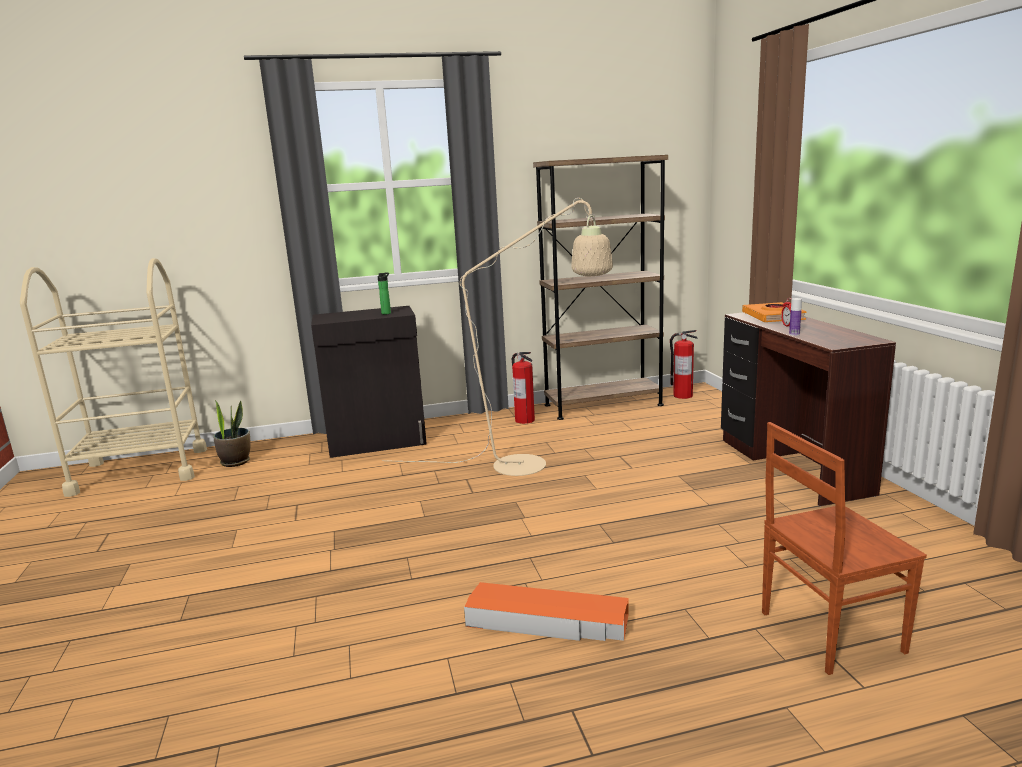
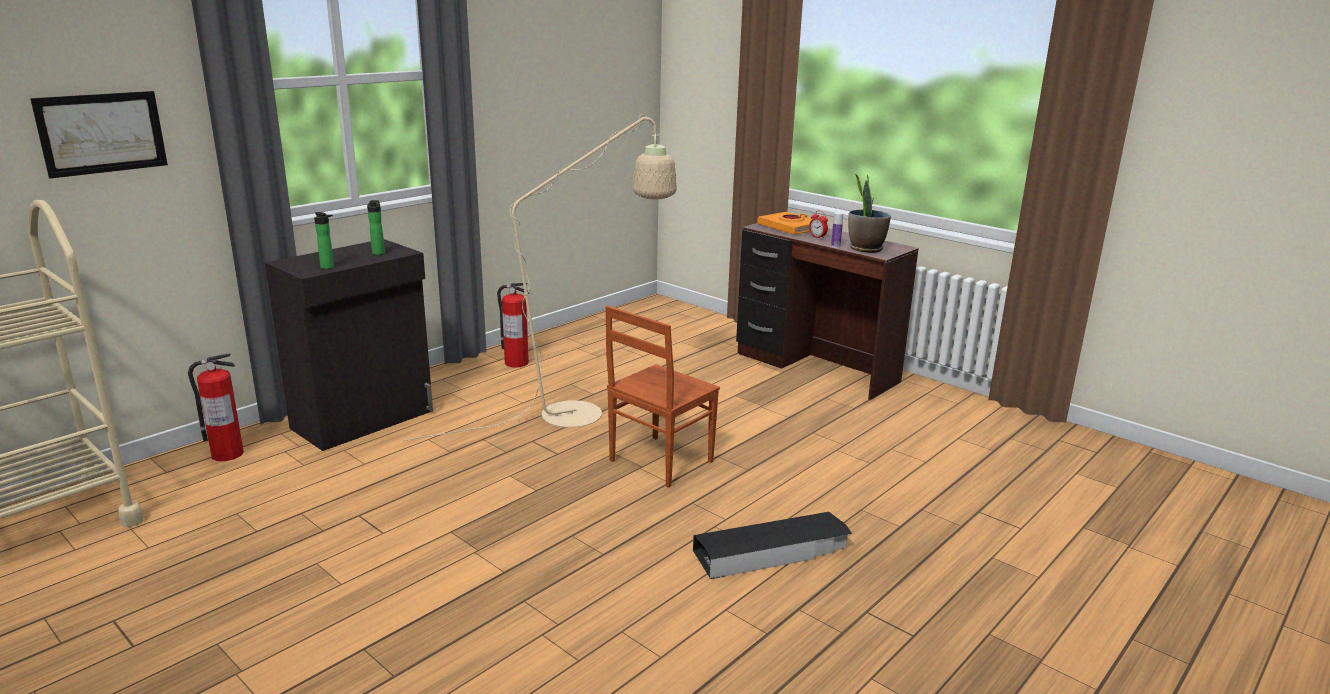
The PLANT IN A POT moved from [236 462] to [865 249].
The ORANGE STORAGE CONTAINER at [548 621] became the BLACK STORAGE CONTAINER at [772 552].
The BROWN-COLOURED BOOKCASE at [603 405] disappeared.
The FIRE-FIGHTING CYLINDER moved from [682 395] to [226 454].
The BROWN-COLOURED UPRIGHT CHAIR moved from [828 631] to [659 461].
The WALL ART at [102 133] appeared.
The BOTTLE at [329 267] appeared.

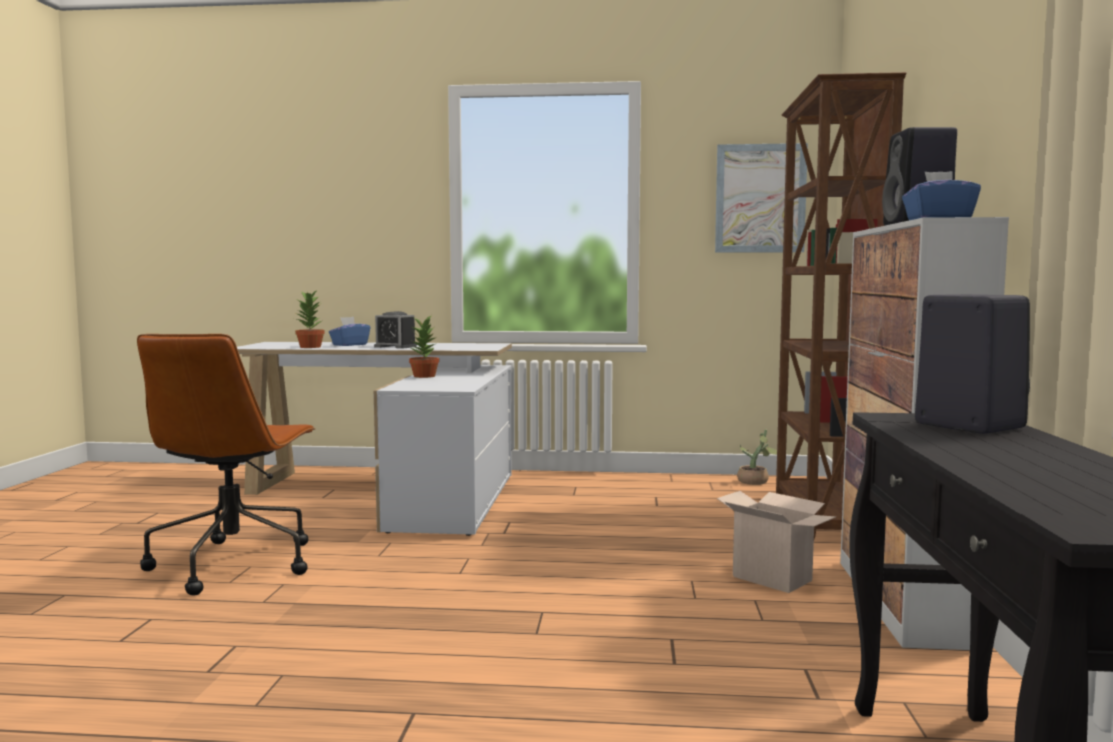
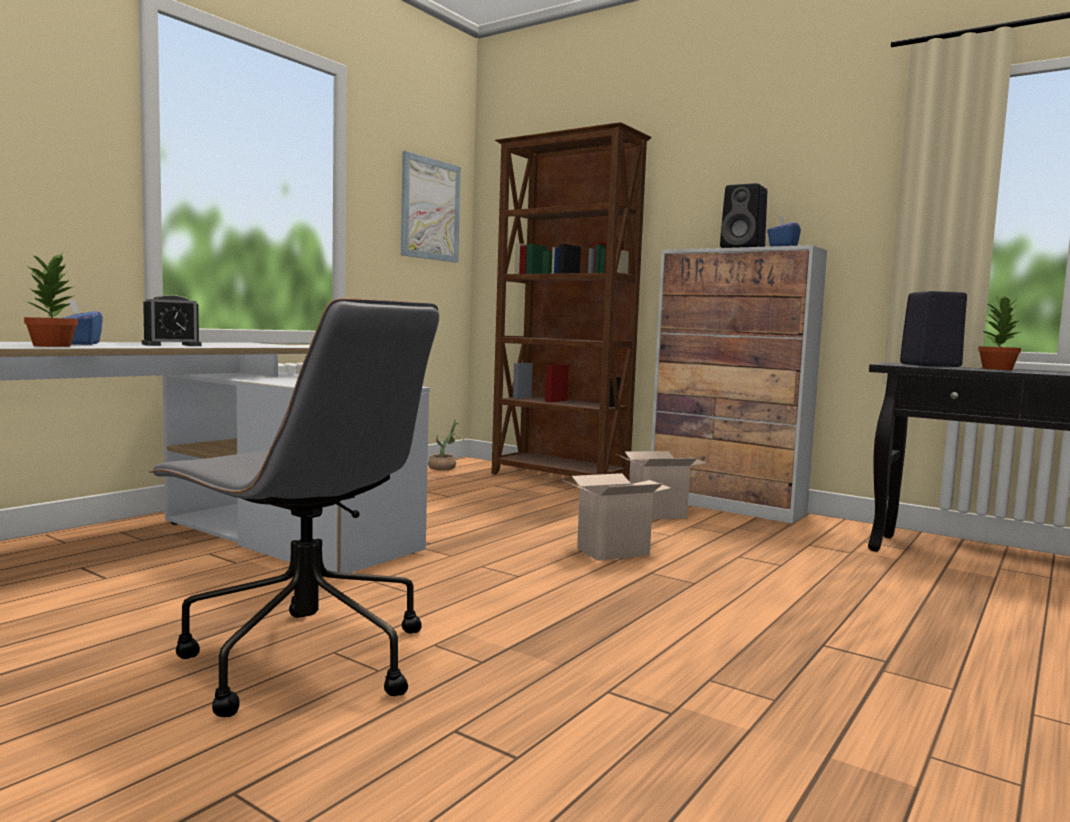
The BROWN-COLOURED COMPUTER CHAIR at [233 563] became the GREY COMPUTER CHAIR at [303 659].
The PLANT IN A POT moved from [425 376] to [997 369].
The PACKING BOX at [614 551] appeared.

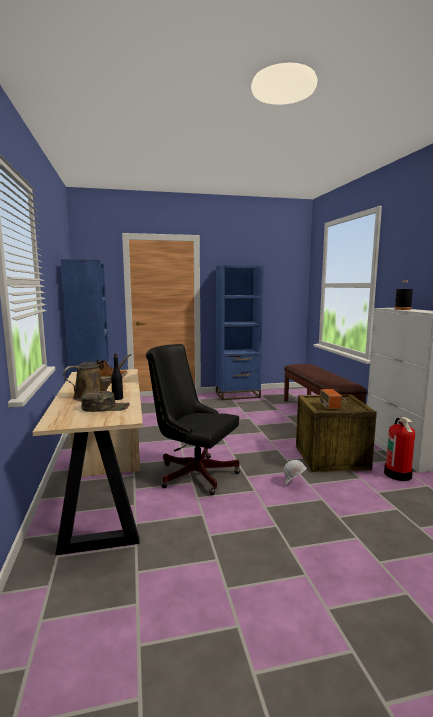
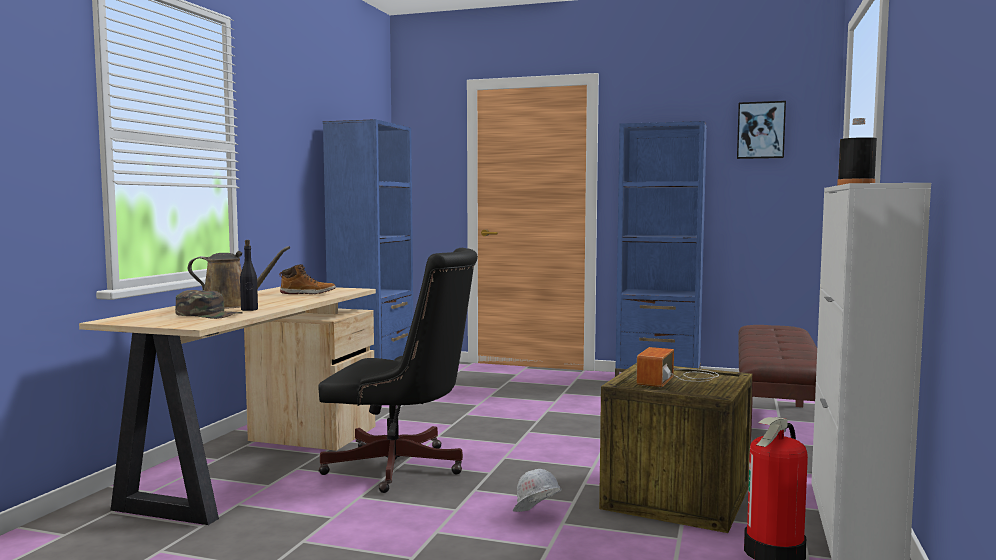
The BLACK COMPUTER CHAIR at [193 473] turned 135 degrees clockwise.
The WALL ART at [760 130] appeared.

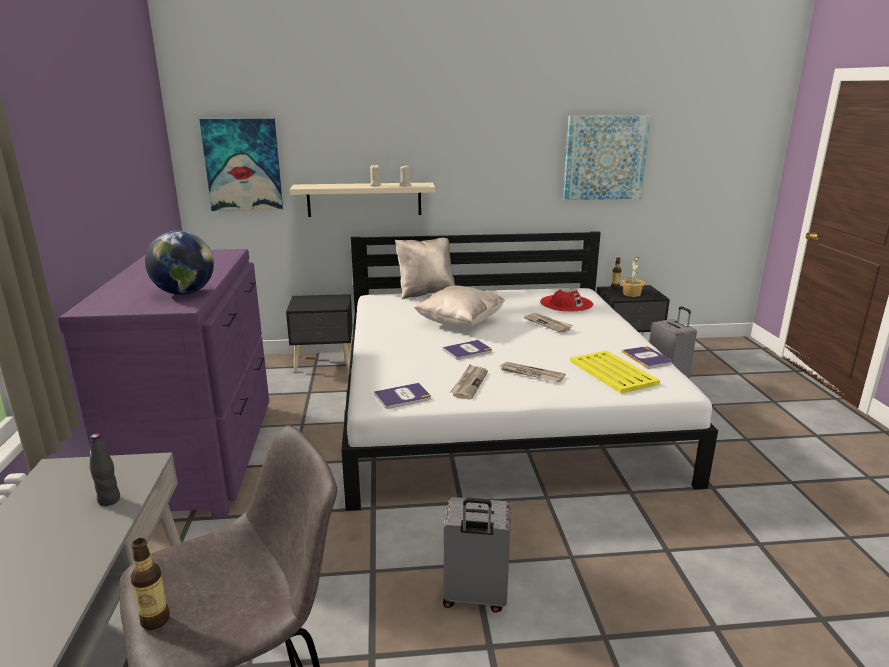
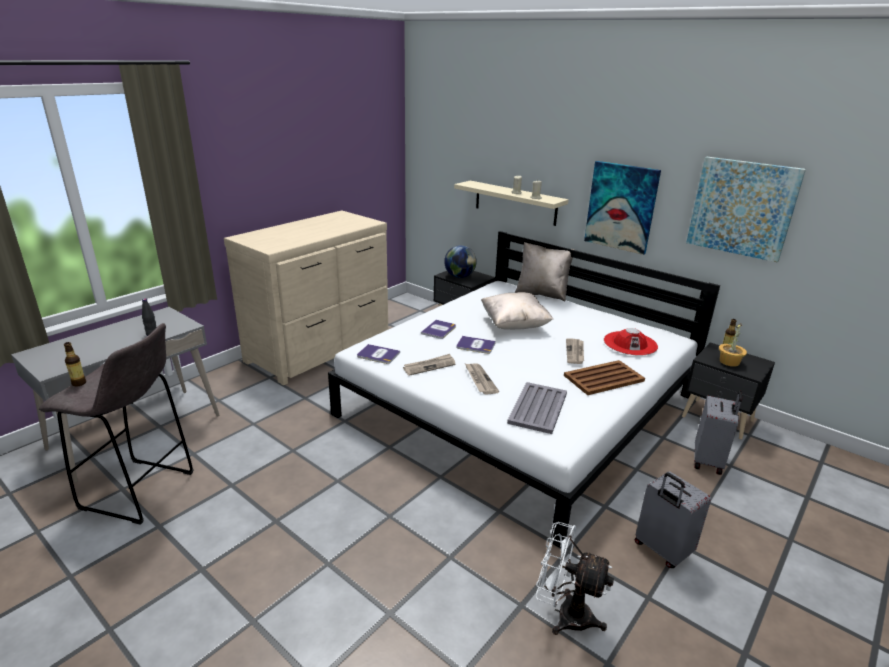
The PURPLE DRAWER CHEST at [203 455] became the SAND-COLOURED DRAWER CHEST at [321 349].
The GLOBE moved from [184 293] to [459 276].
The WALL ART moved from [243 165] to [621 207].
The GREY PIECE OF LUGGAGE moved from [475 597] to [661 550].
The YELLOW-COLOURED CARRYING TRAY at [612 372] became the GREY CARRYING TRAY at [538 407].
The BOUND BOOK moved from [647 358] to [439 330].
The WHITE-COLOURED ELECTRIC FAN at [565 614] appeared.
The BROWN-COLOURED CARRYING TRAY at [603 378] appeared.

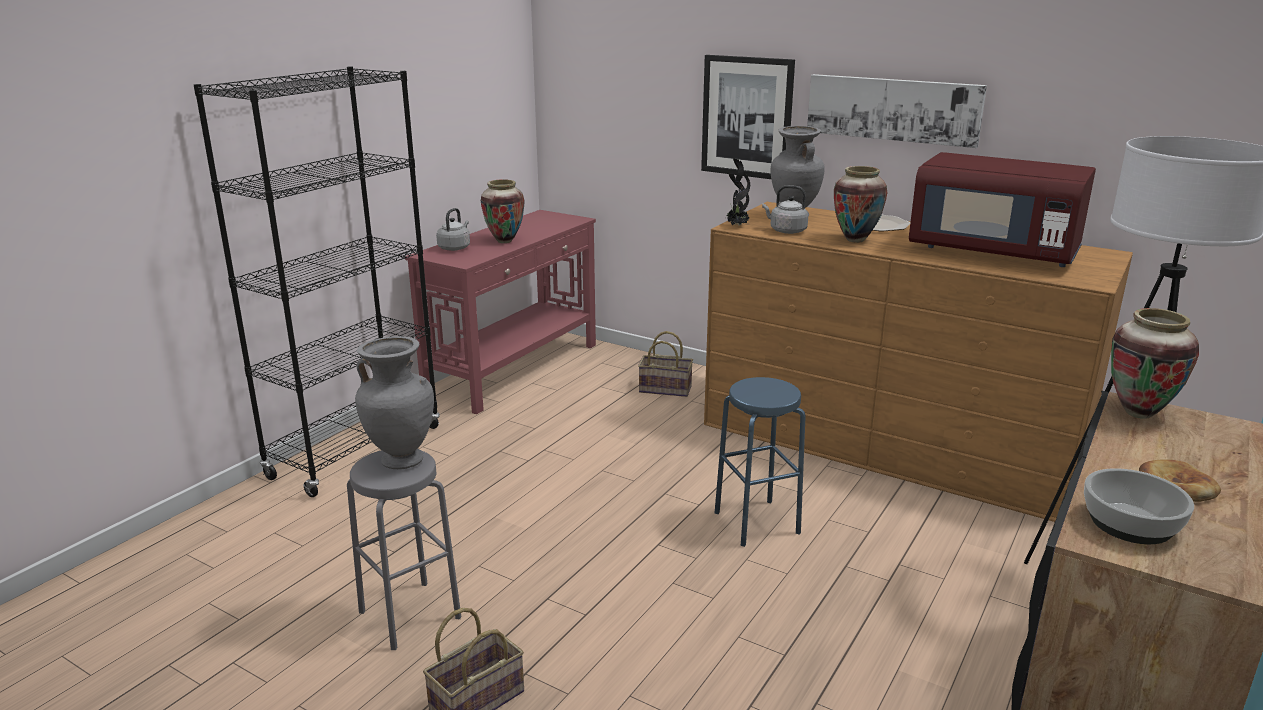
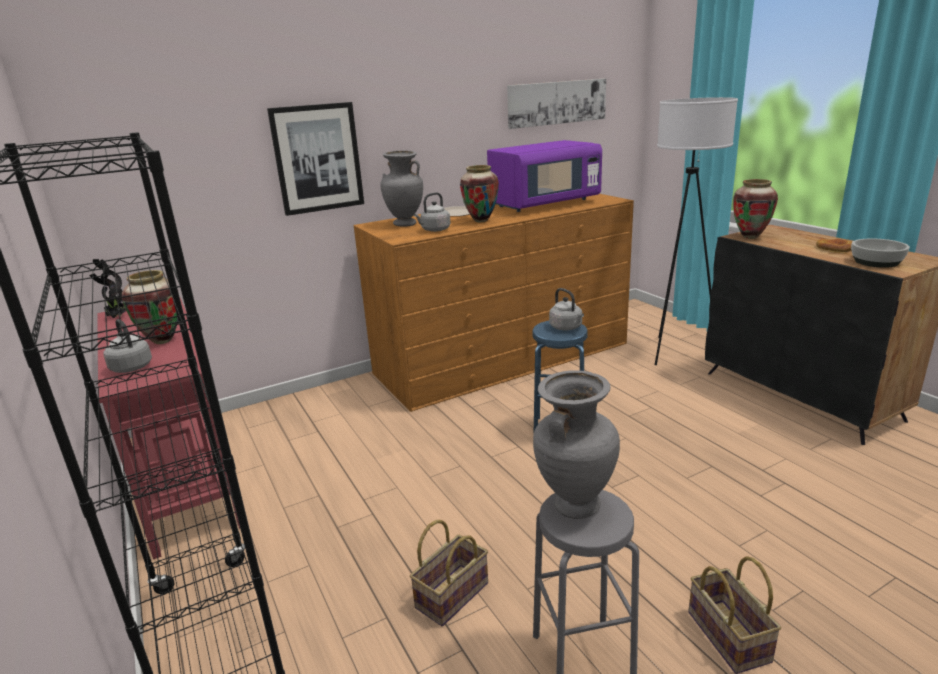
The BASKET moved from [666 389] to [452 593].
The PLANT IN A POT moved from [736 226] to [117 317].
The WALL ART moved from [893 109] to [556 102].
The RED-COLOURED MICROWAVE OVEN at [993 252] became the PURPLE MICROWAVE OVEN at [544 204].
The GREY TEA KETTLE at [567 327] appeared.

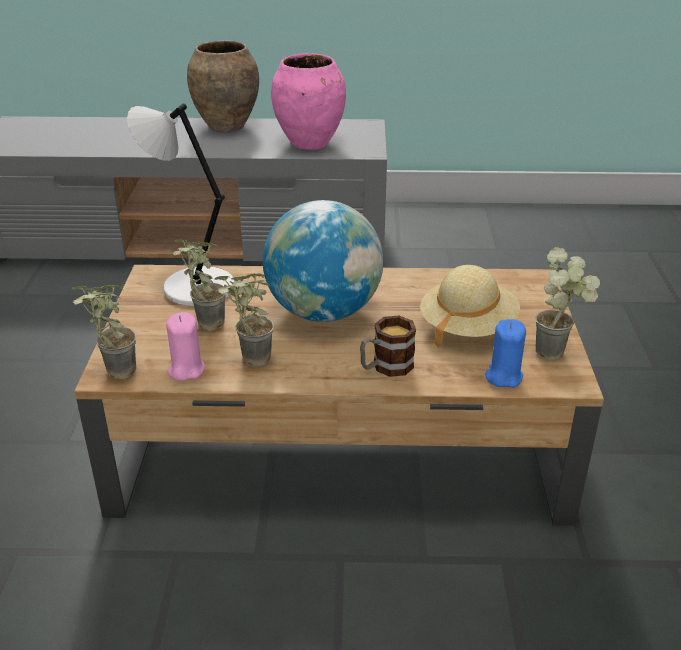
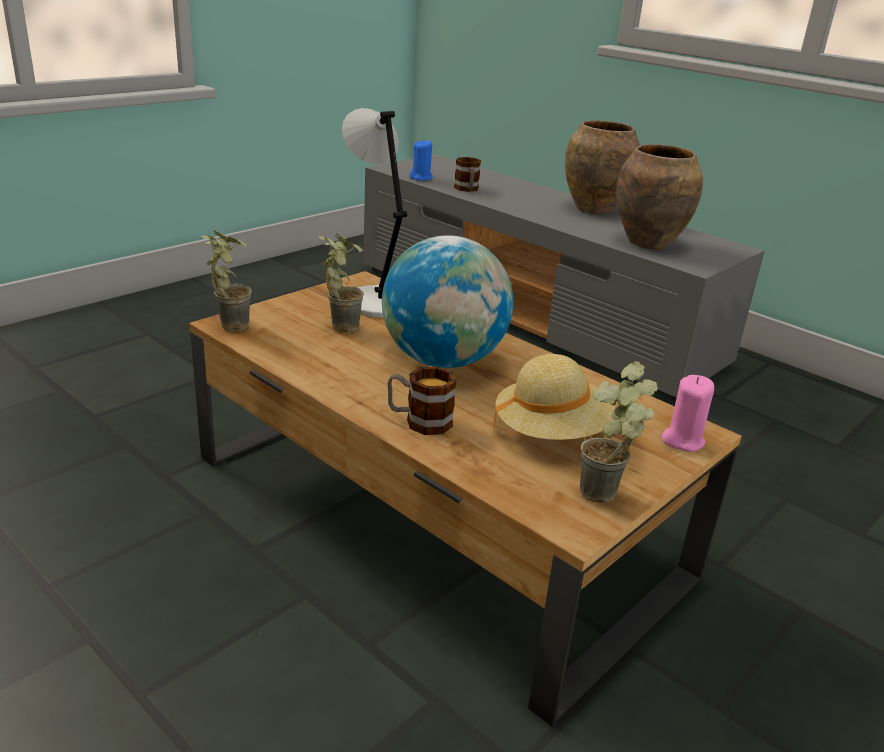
The PINK WAX CANDLE moved from [186 370] to [682 440].
The PLANT IN A POT at [248 361] disappeared.
The PINK VASE at [310 143] became the BROWN-COLOURED VASE at [649 243].
The BLUISH WAX CANDLE moved from [503 377] to [421 178].
The COFFEE MUG at [467 189] appeared.

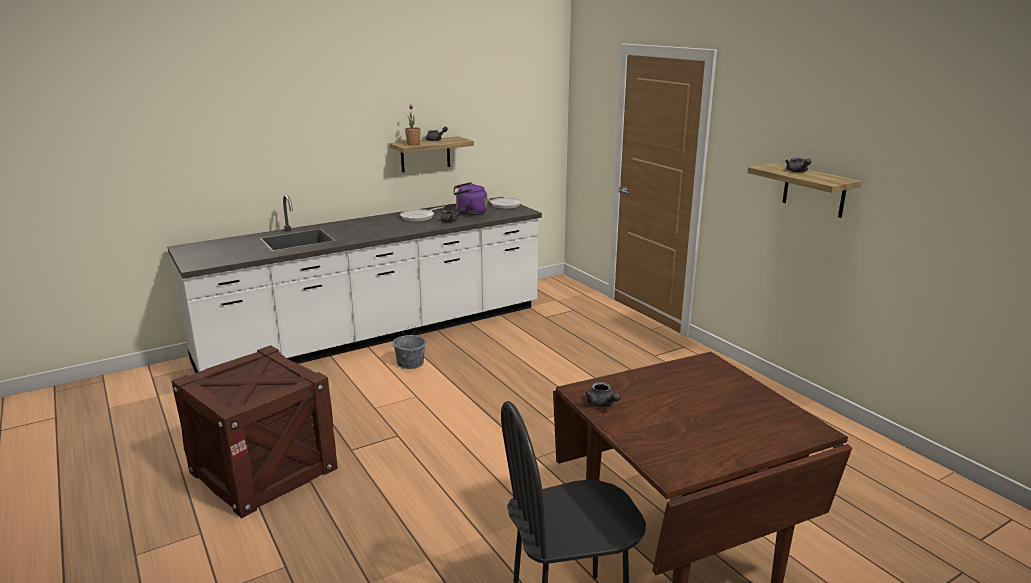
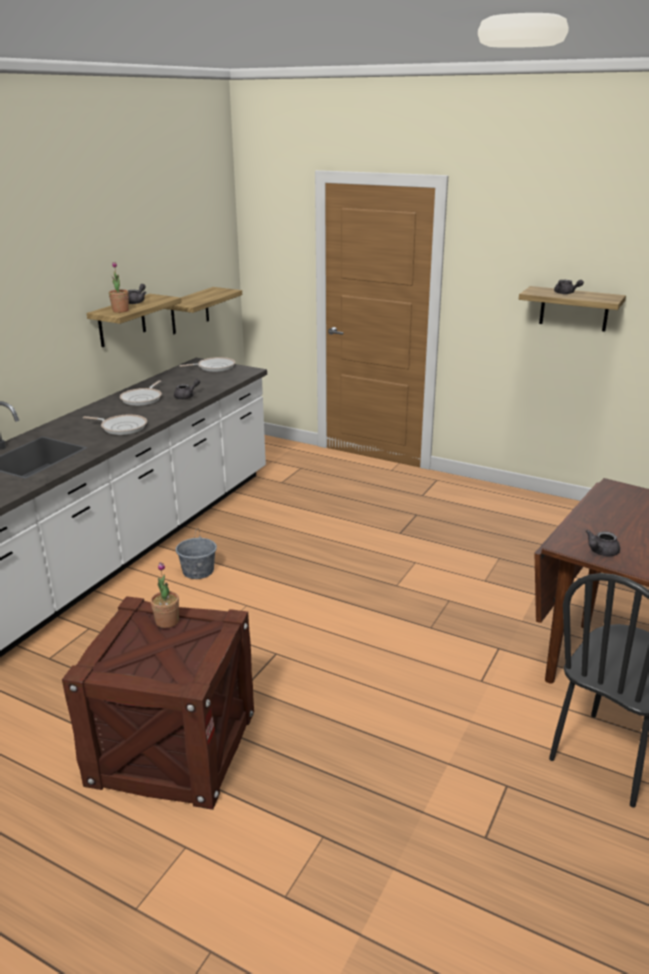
The PURPLE TEA KETTLE at [469 213] disappeared.
The GREY TEA POT at [602 404] turned 105 degrees clockwise.
The SKILLET at [122 427] appeared.
The PLANT IN A POT at [167 621] appeared.
The BRACKET SHELF at [189 311] appeared.

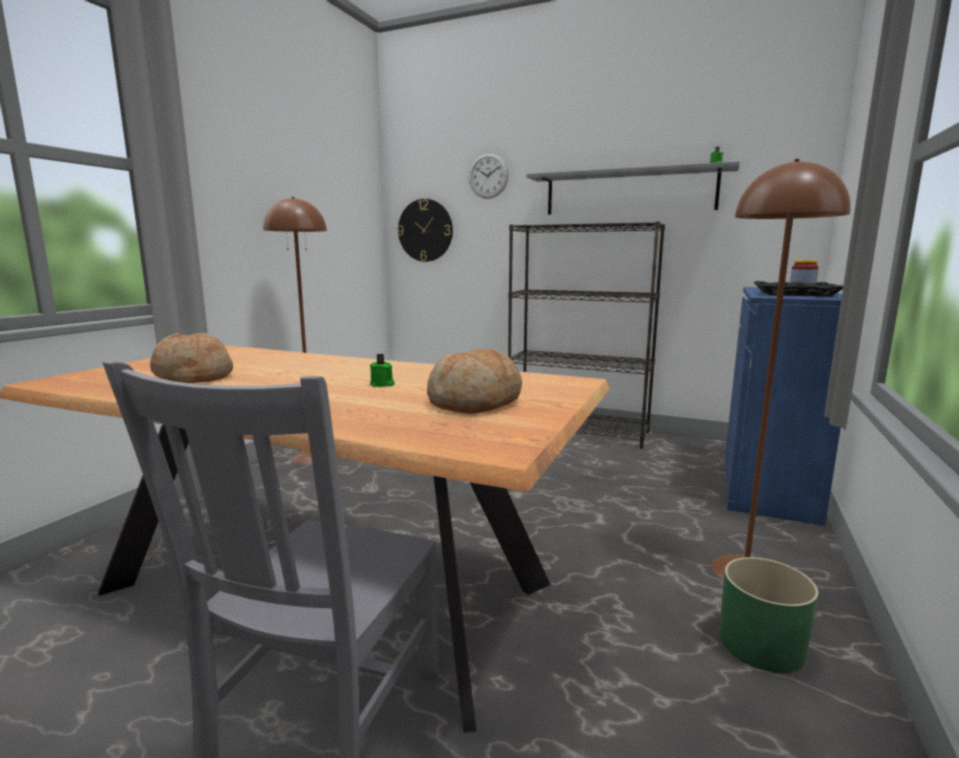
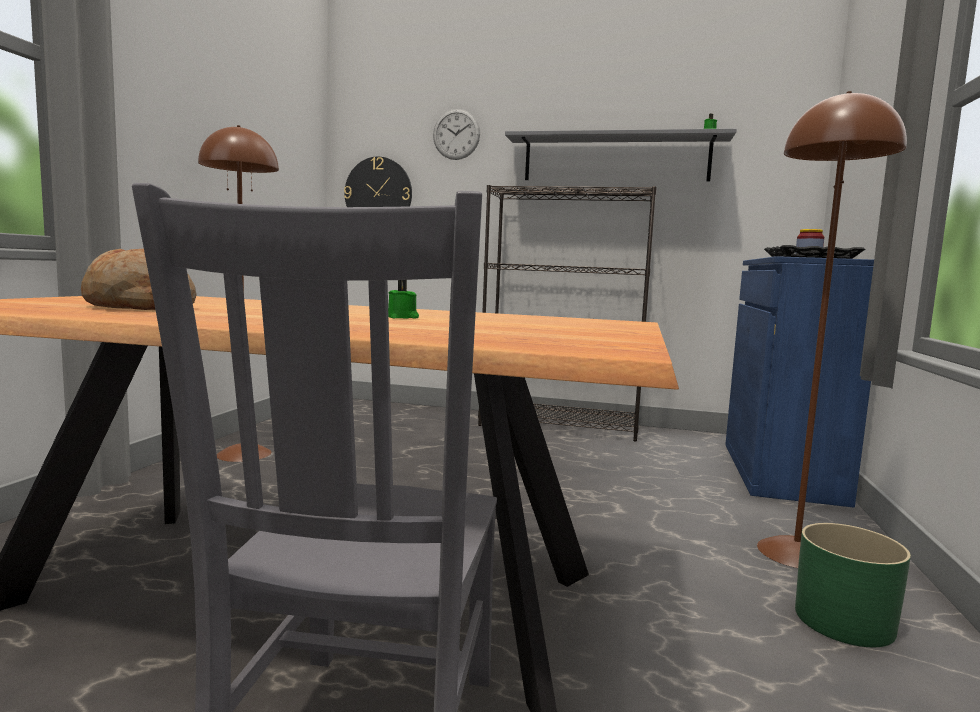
The BREAD at [475 402] disappeared.

